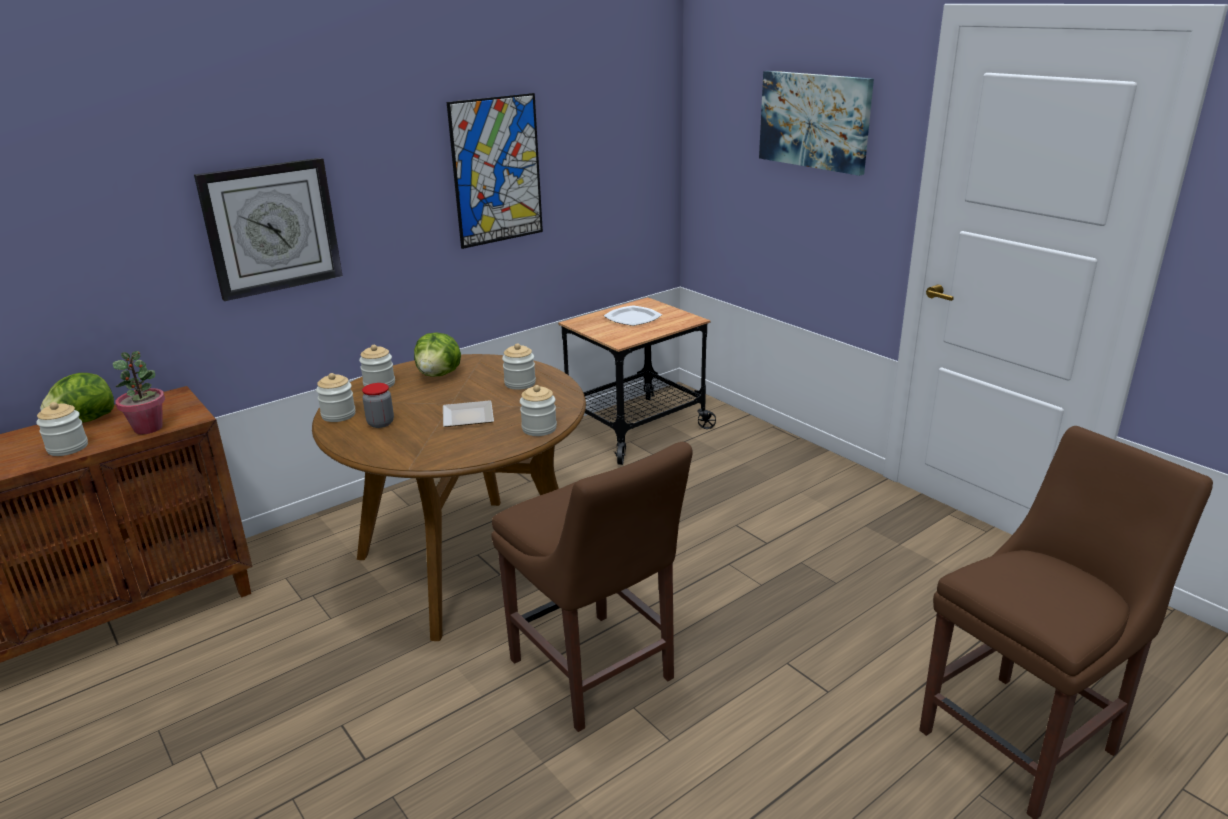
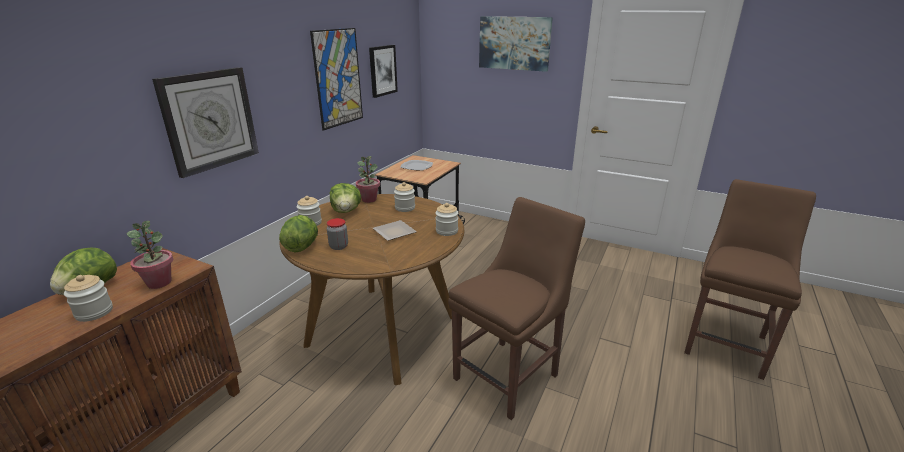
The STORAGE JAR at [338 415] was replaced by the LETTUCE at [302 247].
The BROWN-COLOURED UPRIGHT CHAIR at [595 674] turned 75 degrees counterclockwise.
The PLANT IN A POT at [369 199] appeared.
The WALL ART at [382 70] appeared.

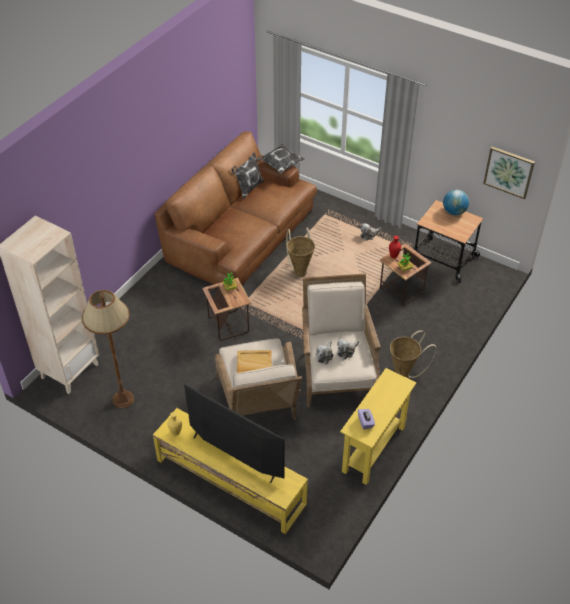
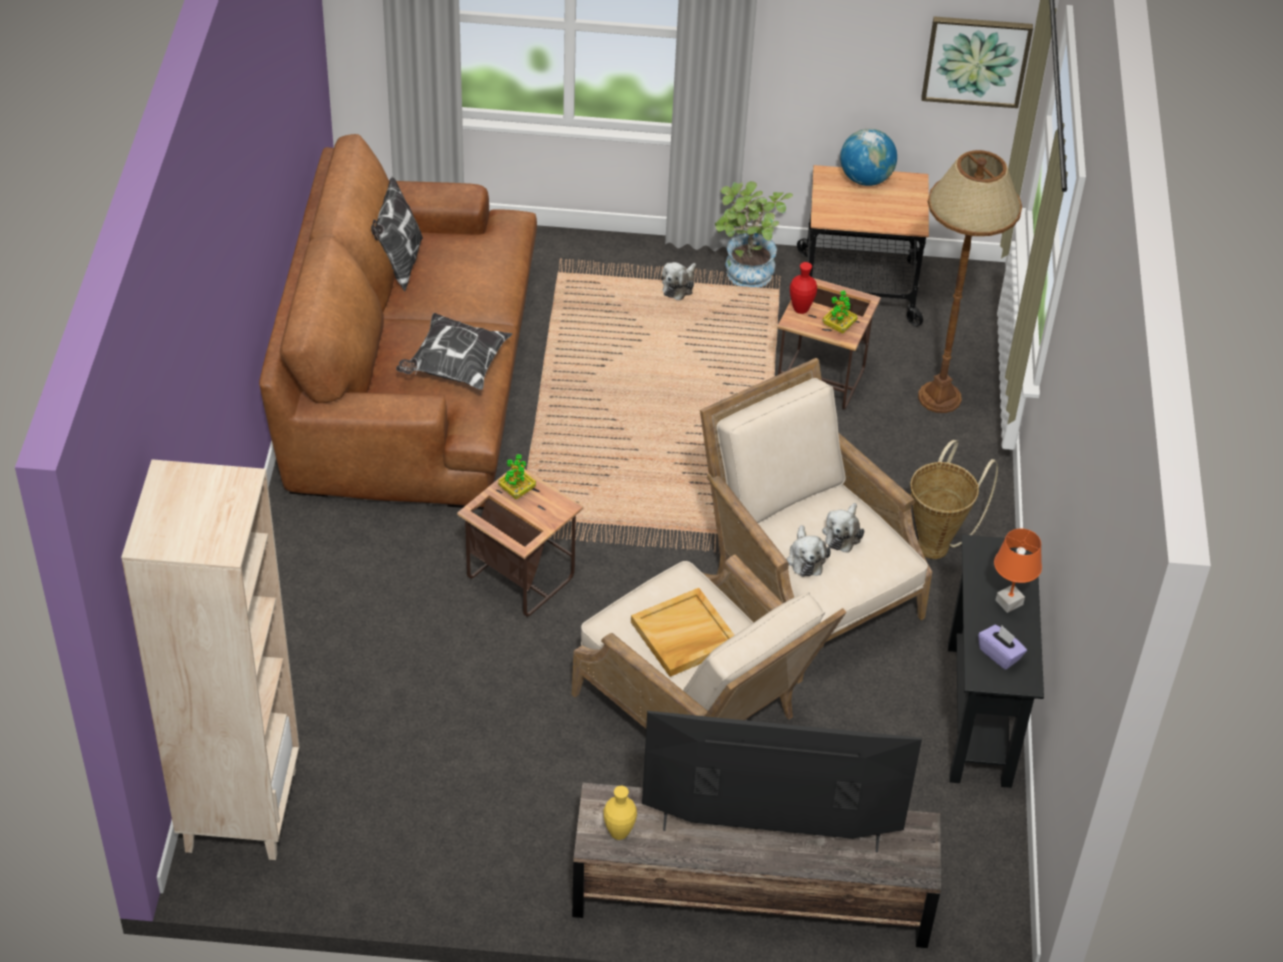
The BROWN-COLOURED STANDARD LAMP moved from [123 399] to [940 397].
The YELLOW-COLOURED TV UNIT at [230 481] became the BROWN-COLOURED TV UNIT at [749 893].
The THROW PILLOW moved from [280 165] to [454 367].
The BASKET at [300 270] disappeared.
The YELLOW-COLOURED NARROW TABLE at [373 449] became the BLACK NARROW TABLE at [979 713].
The PLANT IN A POT at [745 277] appeared.
The ORANGE LAMP FOR A TABLE at [1009 602] appeared.

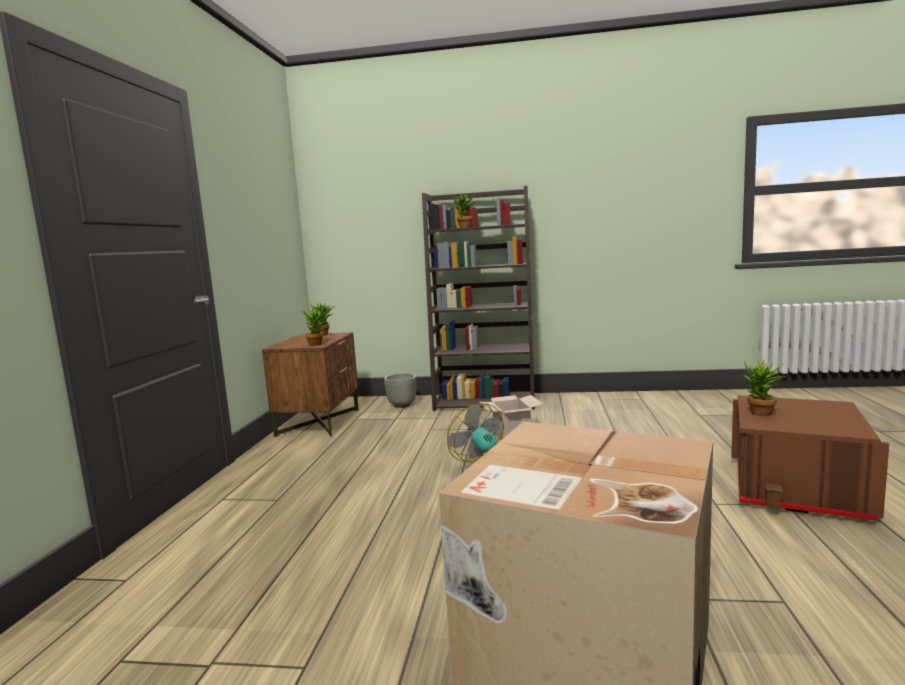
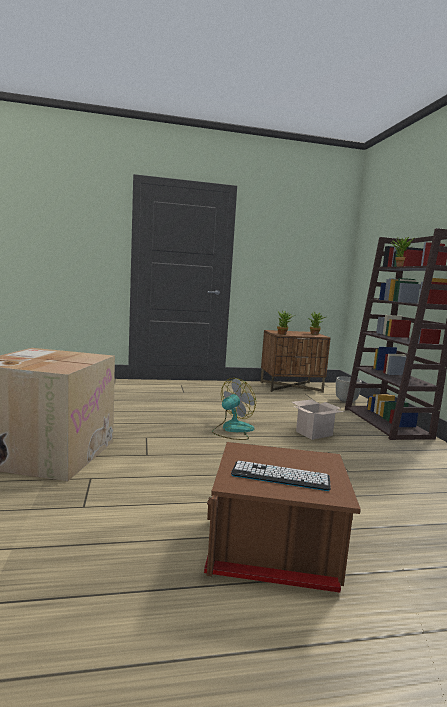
The PLANT IN A POT at [761 414] disappeared.
The KEYBOARD at [280 476] appeared.

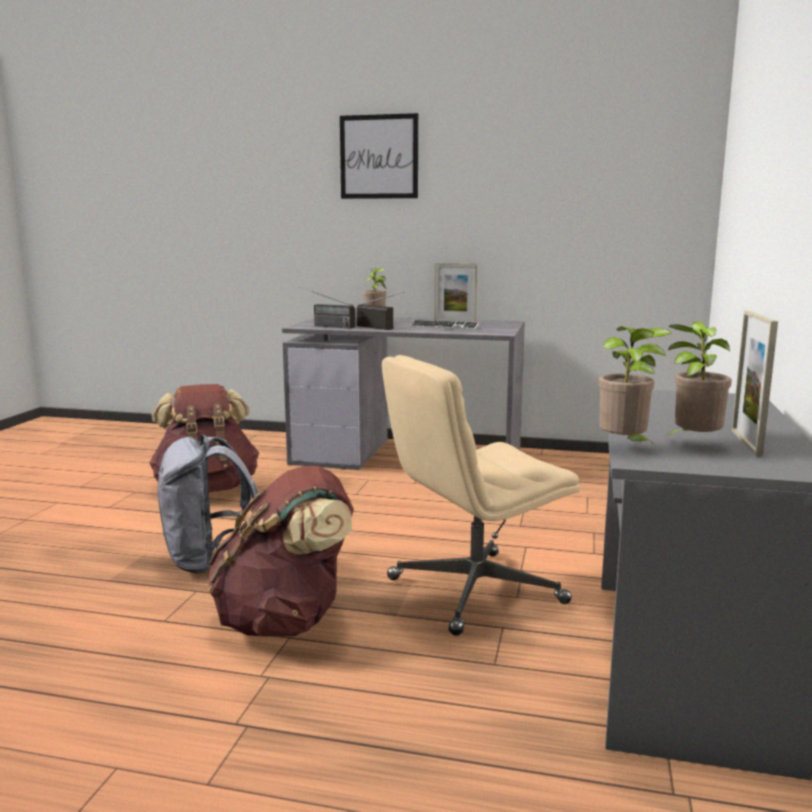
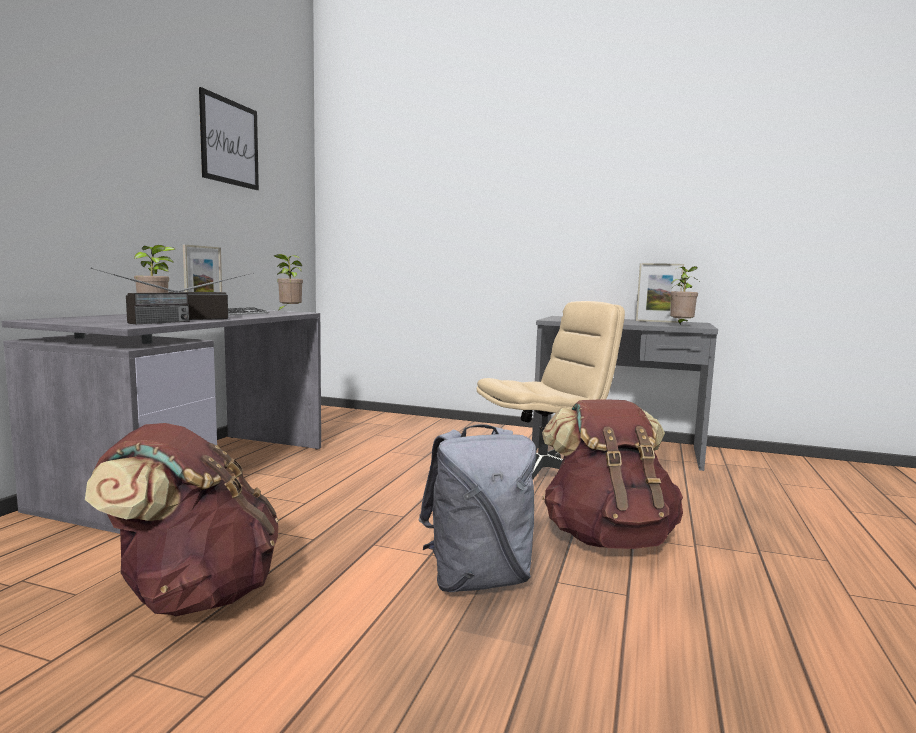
The WALL ART moved from [379 157] to [229 142].
The SAND-COLOURED COMPUTER CHAIR at [474 591] turned 90 degrees counterclockwise.
The PLANT IN A POT moved from [693 443] to [289 311].

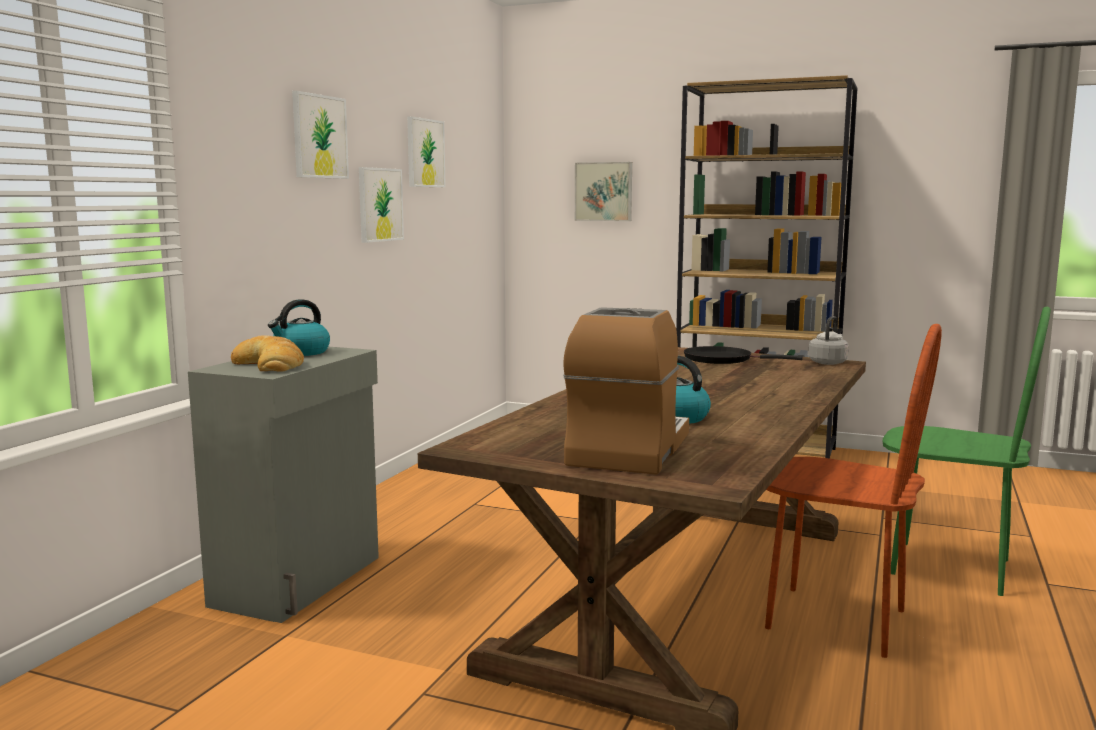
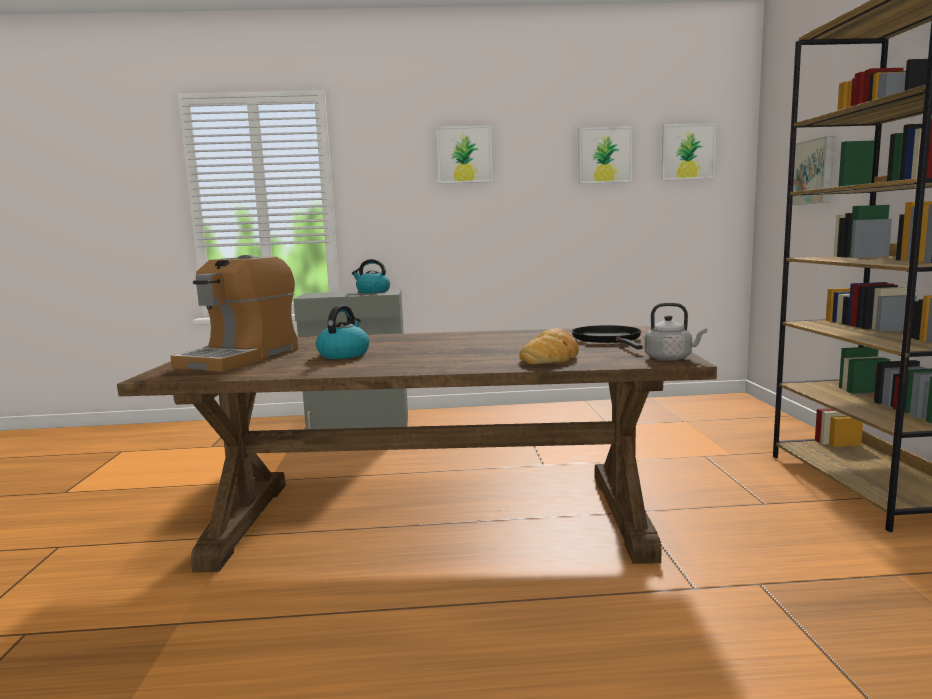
The BREAD moved from [270 364] to [551 356].
The WALL ART moved from [380 204] to [687 152].
The COFFEE MACHINE at [629 450] turned 120 degrees clockwise.
The BROWN-COLOURED UPRIGHT CHAIR at [835 620] disappeared.
The GREEN UPRIGHT CHAIR at [950 567] disappeared.

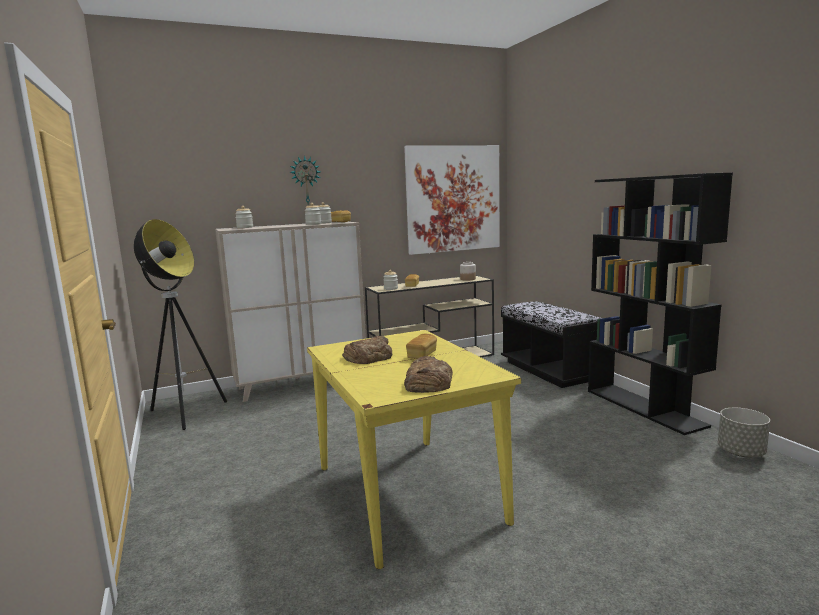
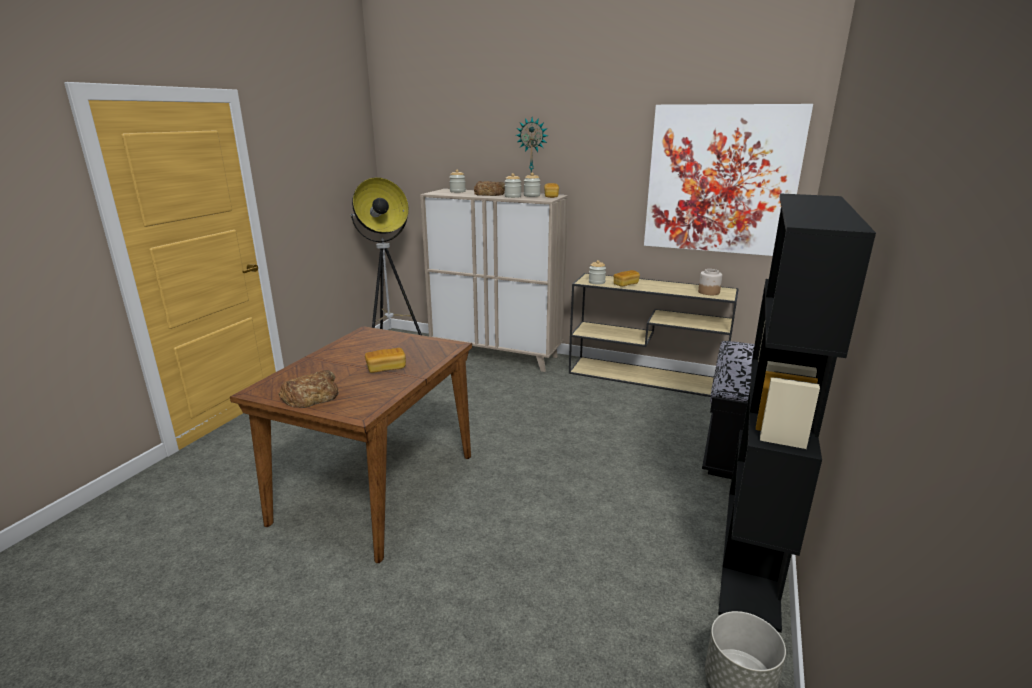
The YELLOW-COLOURED DINING TABLE at [408 493] became the BROWN-COLOURED DINING TABLE at [376 488].
The BREAD moved from [369 356] to [489 194].

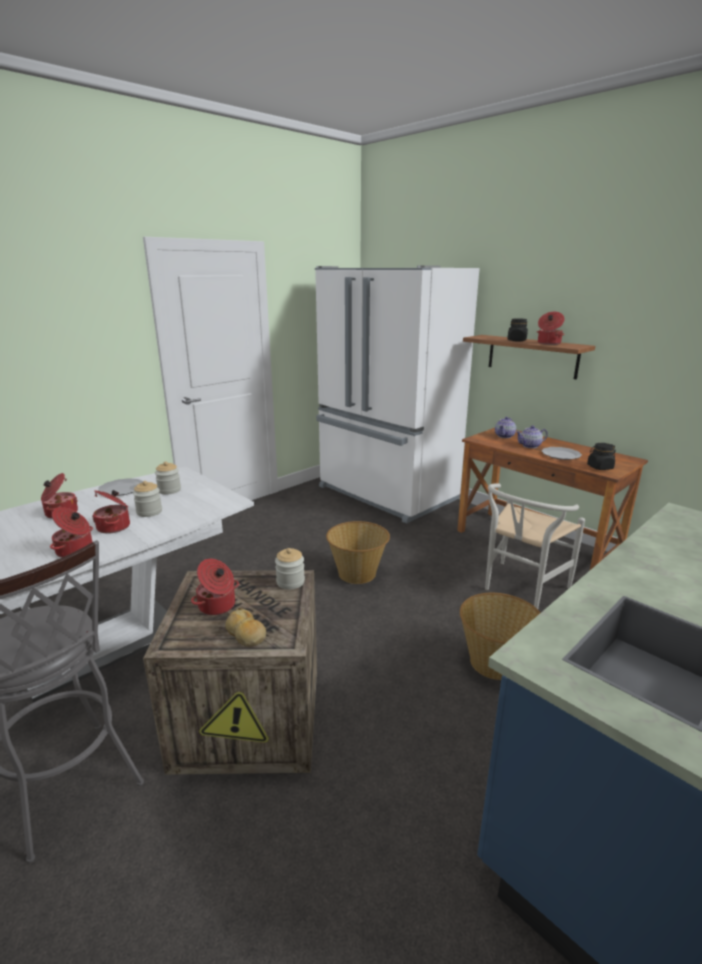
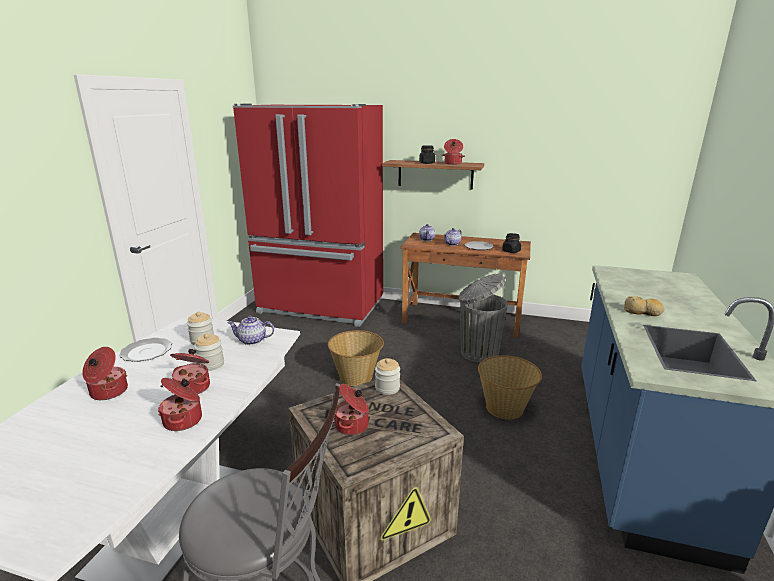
The BREAD moved from [246 634] to [643 312].
The WHITE-COLOURED FRIDGE at [385 494] became the RED-COLOURED FRIDGE at [321 307].
The WHITE-COLOURED UPRIGHT CHAIR at [520 588] was replaced by the GREY WASTE BIN at [478 353].
The TEA POT at [252 340] appeared.

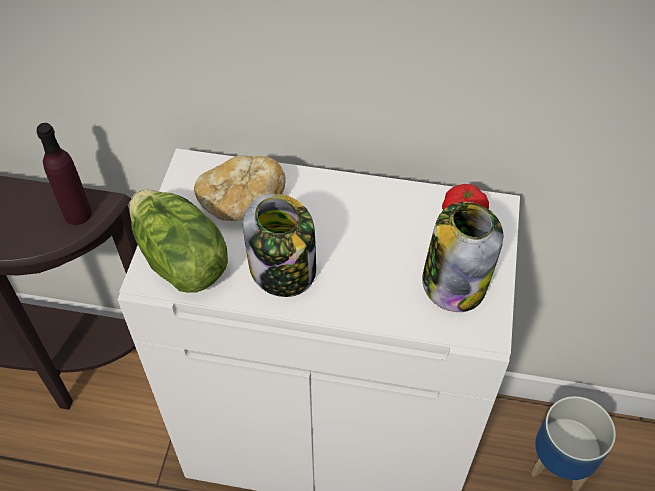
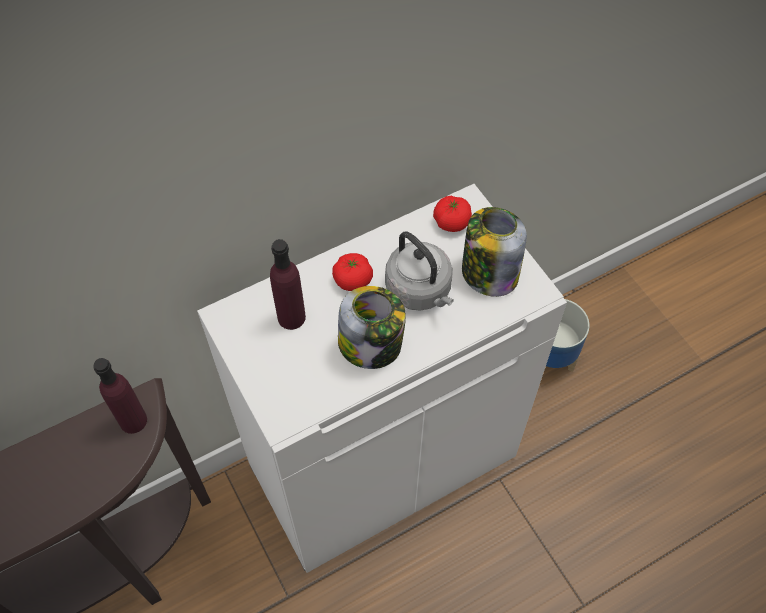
The LETTUCE at [180 261] disappeared.
The BREAD at [241 202] was replaced by the PURPLE BOTTLE at [291 317].
The FRESH TOMATO at [353 280] appeared.
The GREY TEA KETTLE at [420 291] appeared.

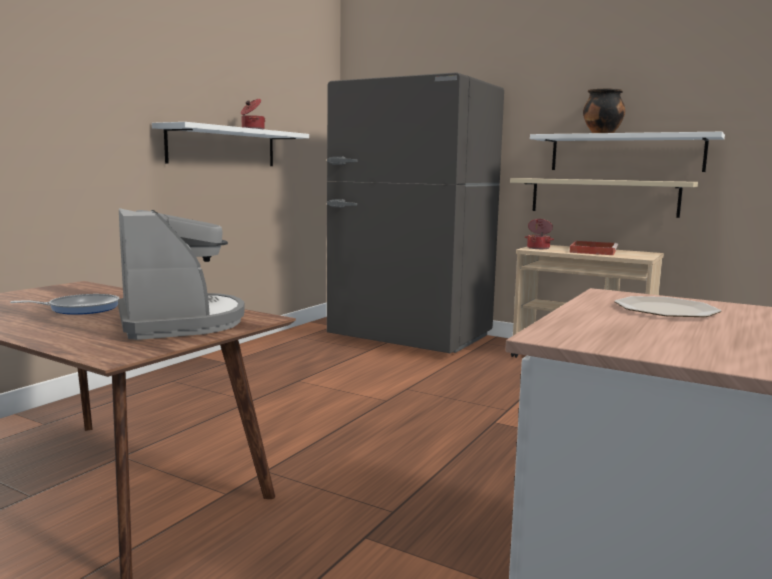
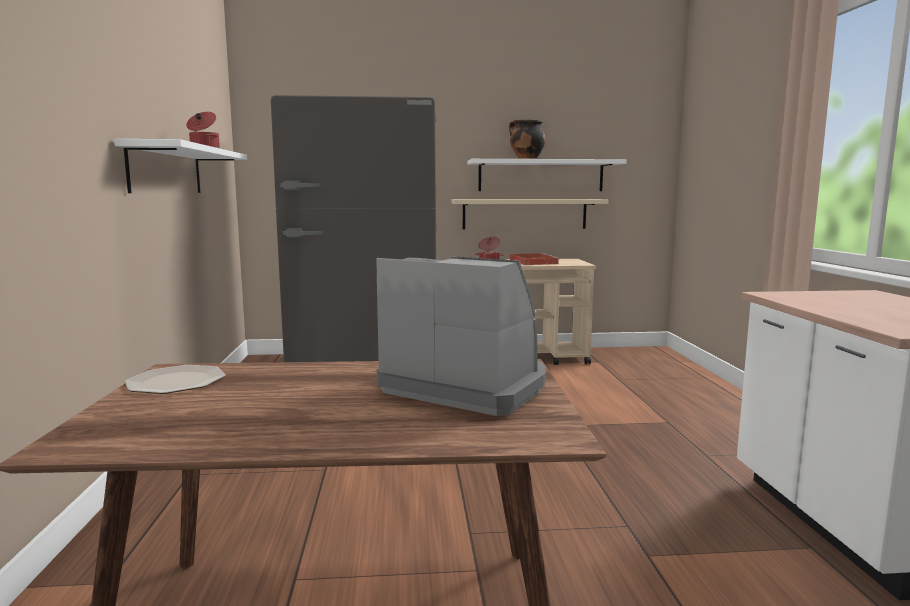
The SKILLET at [80 308] disappeared.
The FLAT DISH moved from [665 309] to [176 381].

